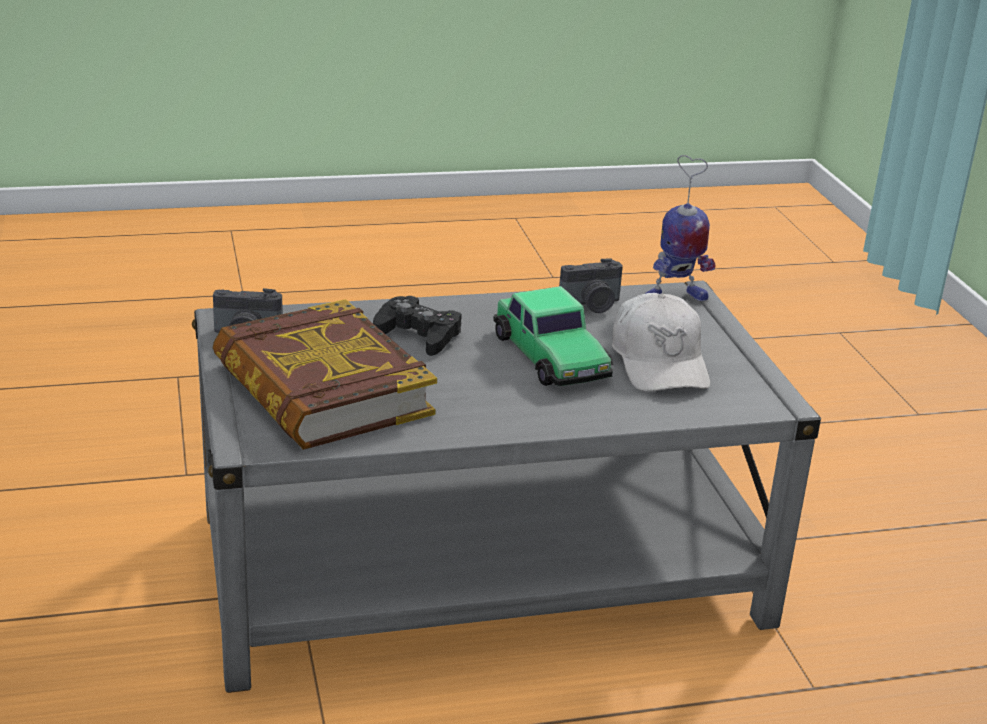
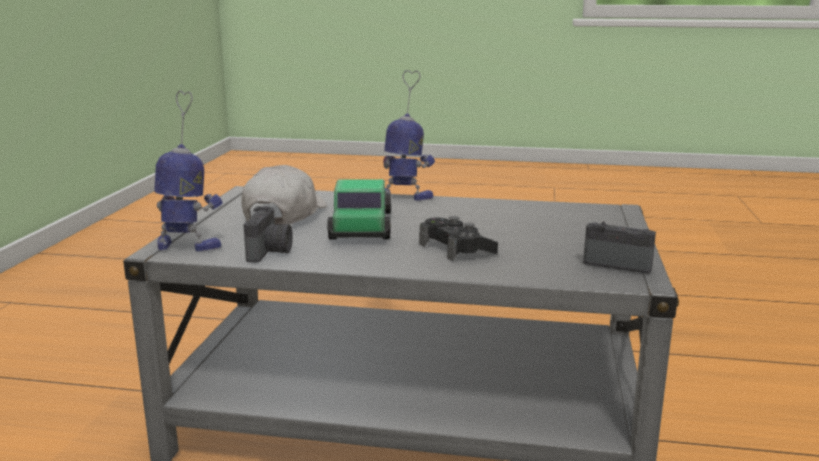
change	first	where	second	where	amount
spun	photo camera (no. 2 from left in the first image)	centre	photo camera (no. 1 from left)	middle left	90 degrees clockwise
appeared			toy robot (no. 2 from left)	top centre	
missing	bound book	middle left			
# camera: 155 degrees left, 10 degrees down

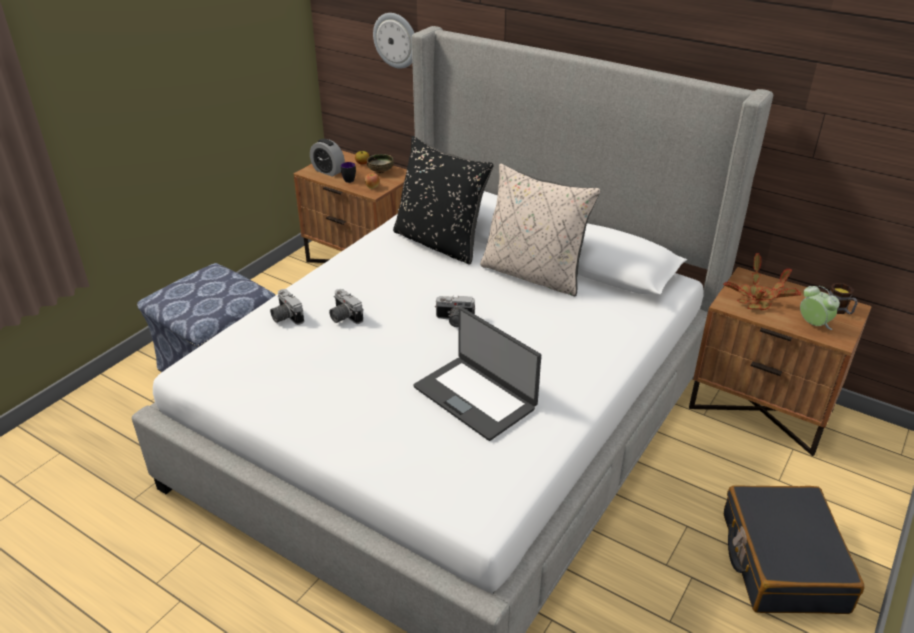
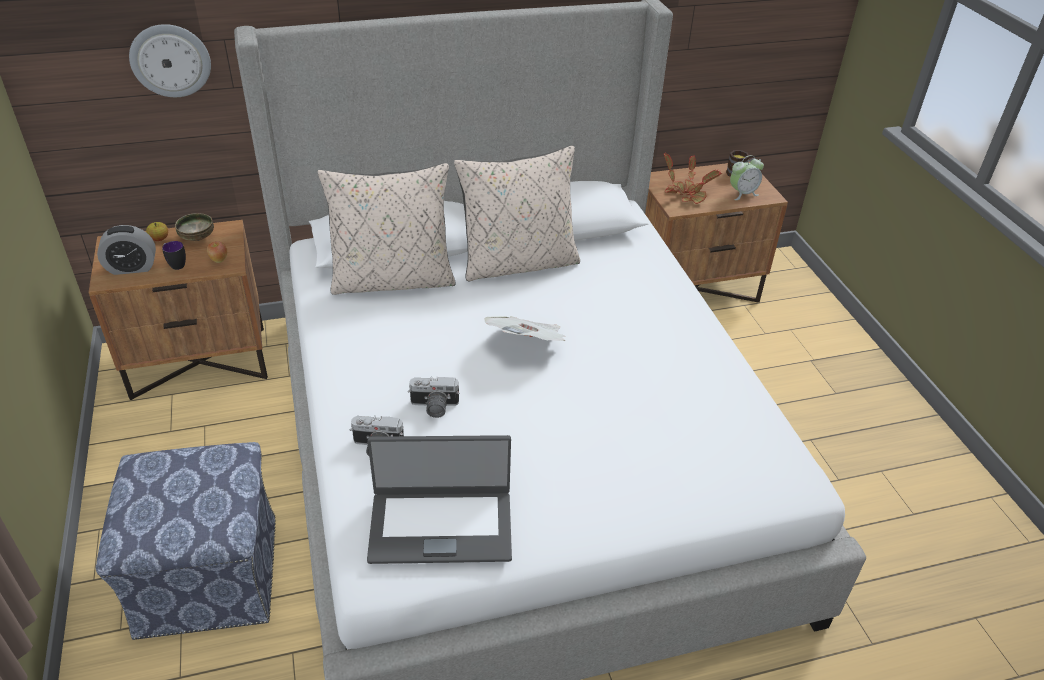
change	first	where	second	where	amount
colour	black cushion	top centre	beige-coloured cushion (no. 1 from left)	centre	
relocated	portable computer	centre		bottom centre	
exchanged	photo camera (no. 3 from left)	centre	newspaper	centre	
spun	alarm clock (no. 2 from left)	middle right		top right	150 degrees clockwise
missing	black travel case	bottom right			
# camera: 50 degrees left, 5 degrees up

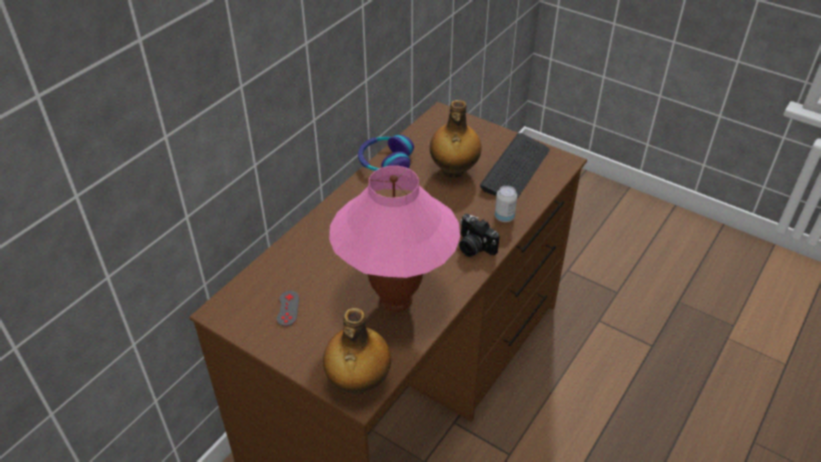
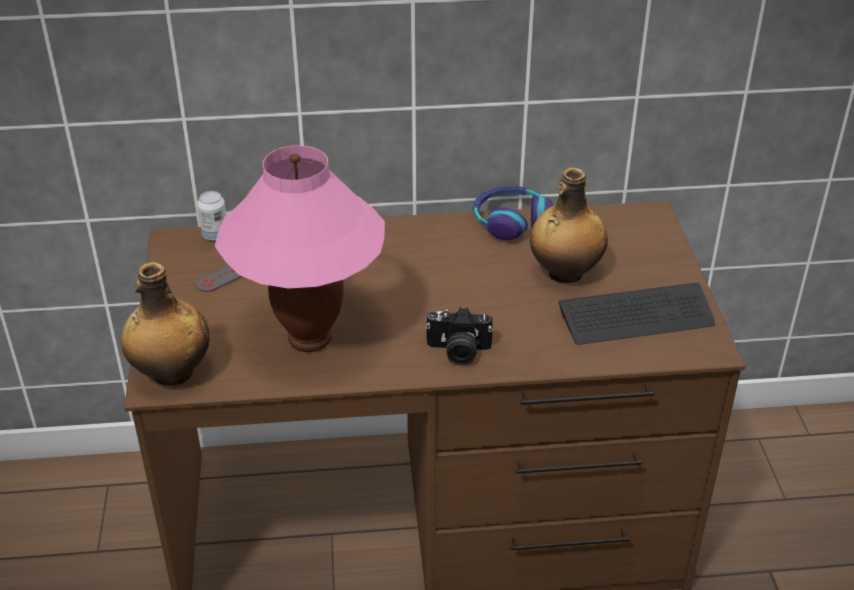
change	first	where	second	where	amount
relocated	metal can	centre		middle left	
spun	photo camera	centre		centre	90 degrees counterclockwise
# camera: 50 degrees right, 5 degrees down

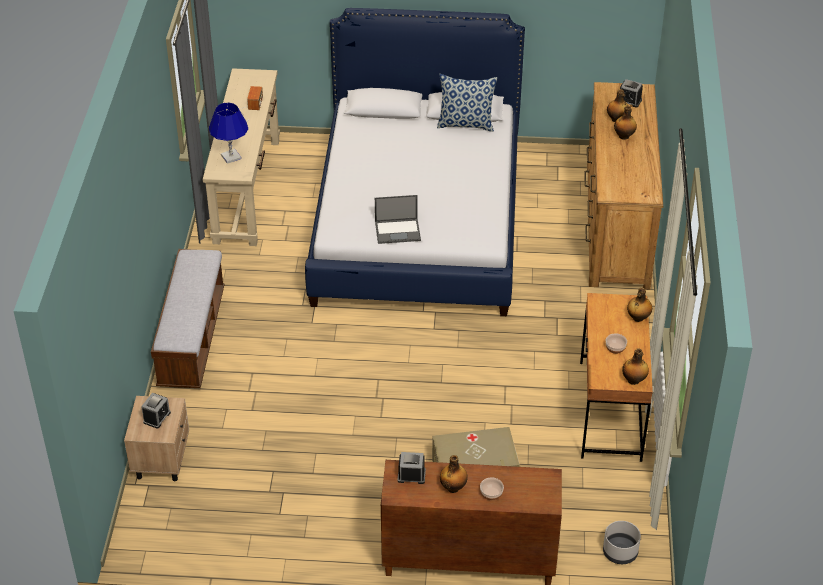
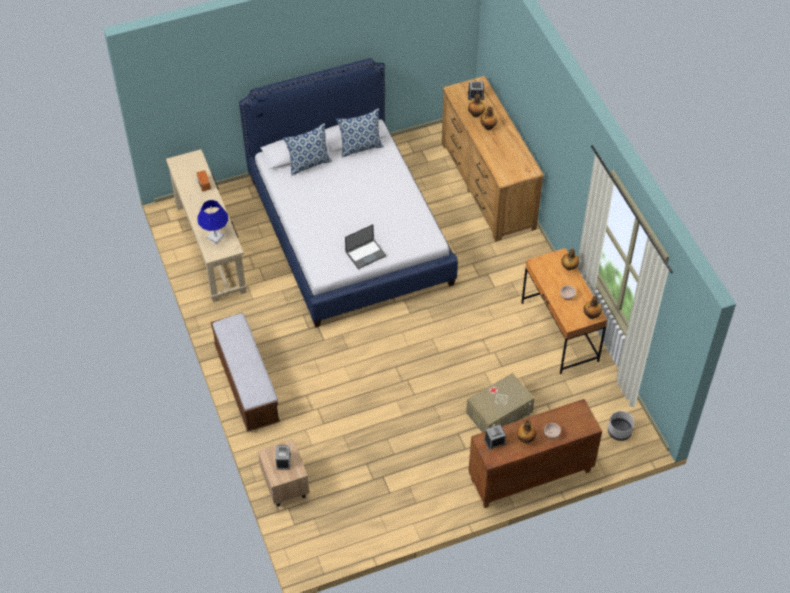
change	first	where	second	where	amount
appeared			cushion (no. 1 from left)	top centre	
# camera: 25 degrees left, 10 degrees up

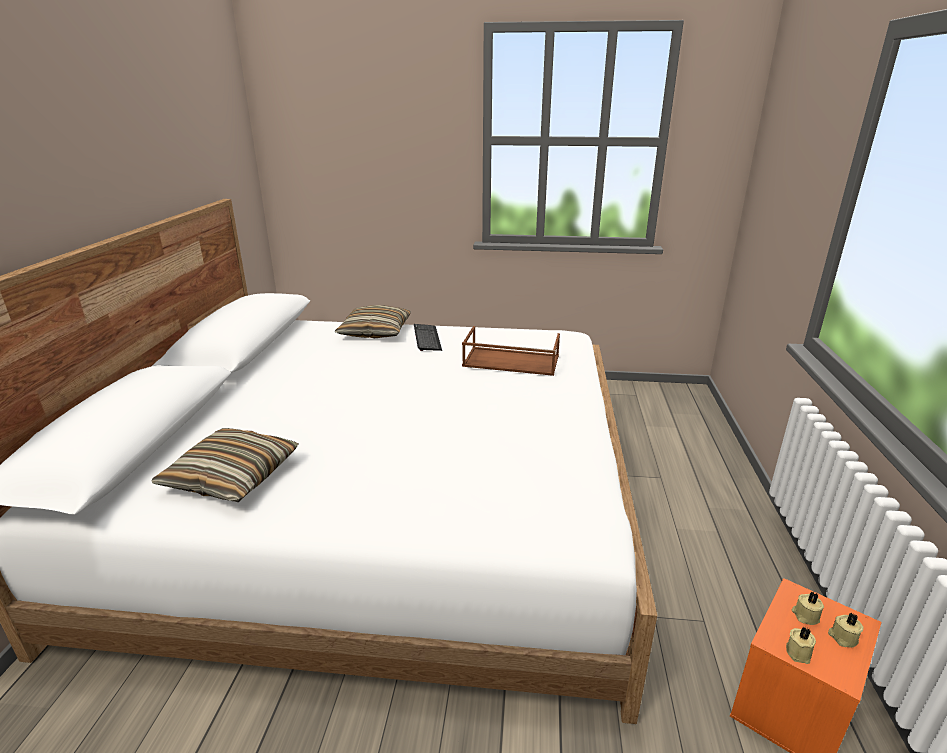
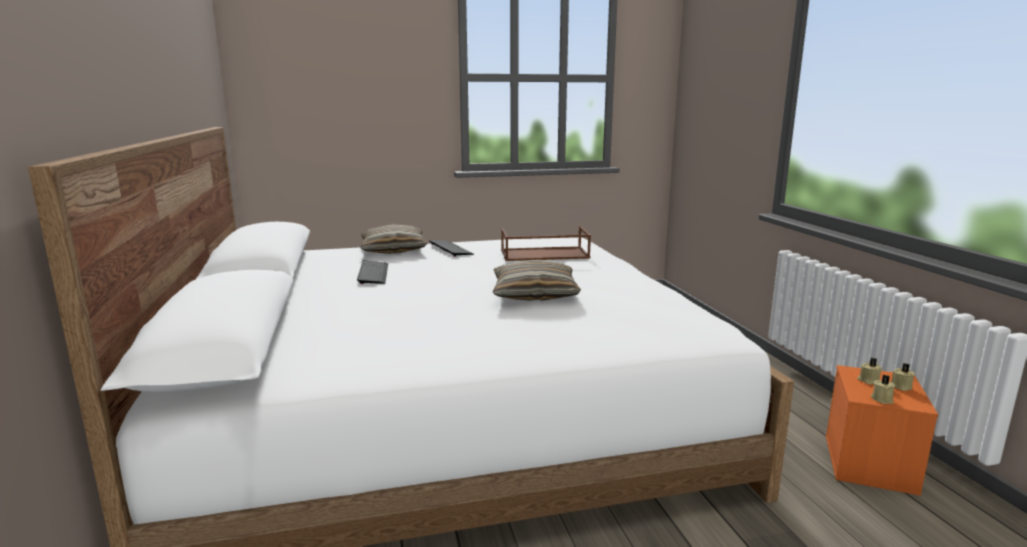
change	first	where	second	where	amount
appeared			PC keyboard (no. 1 from left)	centre	
relocated	cushion (no. 1 from left in the first image)	middle left	cushion (no. 2 from left)	centre	
# camera: 20 degrees left, 10 degrees down

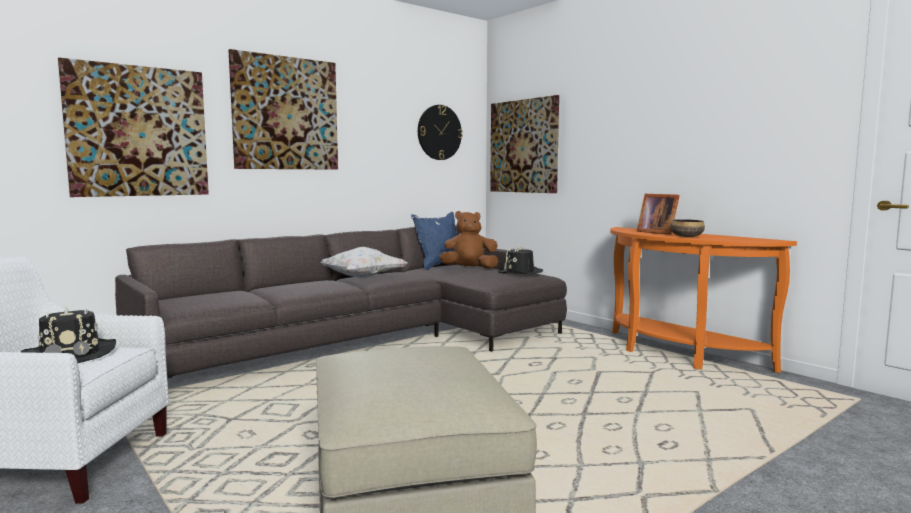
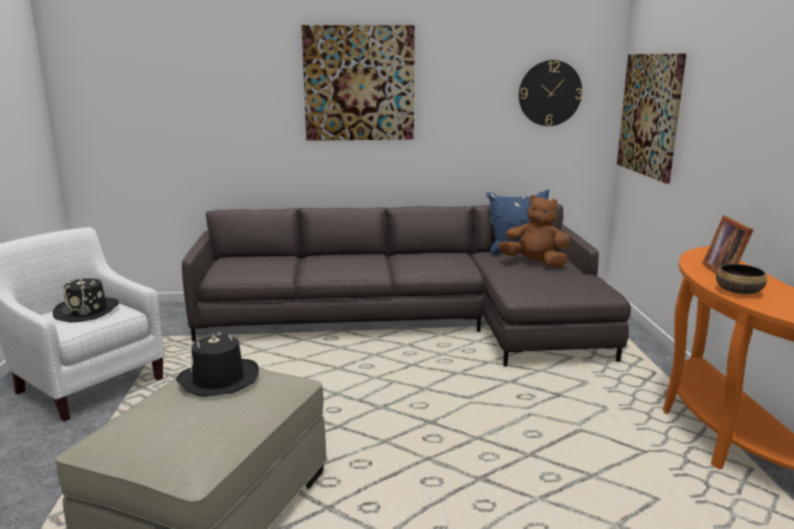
change	first	where	second	where	amount
relocated	black wearable hat (no. 2 from left)	centre		bottom left	
missing	wall art (no. 1 from left)	top left			
missing	white-coloured cushion	centre			
# camera: 35 degrees right, 10 degrees up

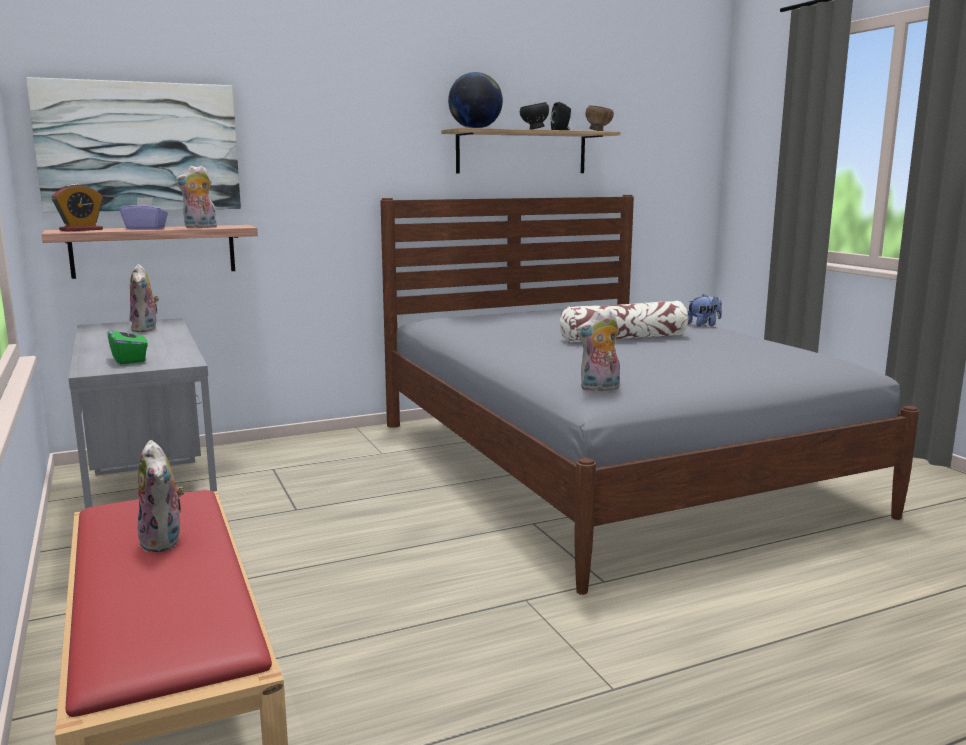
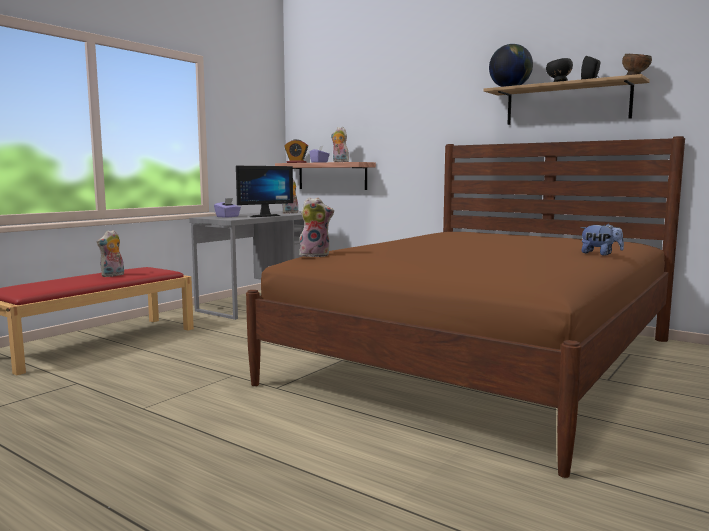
change	first	where	second	where	amount
colour	greenish tissue box	middle left	purple tissue box (no. 1 from left)	middle left	
appeared			monitor	centre	
colour	greyish bedroom bed	middle right	brown bedroom bed	centre	
spun	cuddly toy (no. 4 from left in the first image)	centre	cuddly toy (no. 3 from left)	centre	135 degrees clockwise
missing	wall art	top left			
missing	cushion	centre			
# camera: 60 degrees right, 5 degrees down

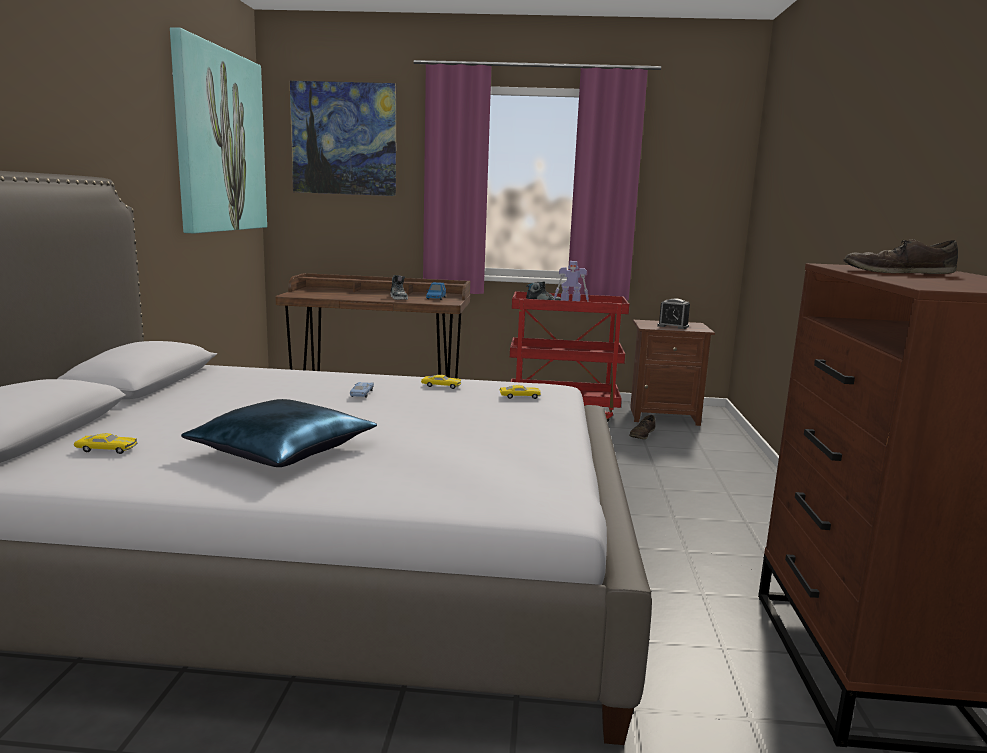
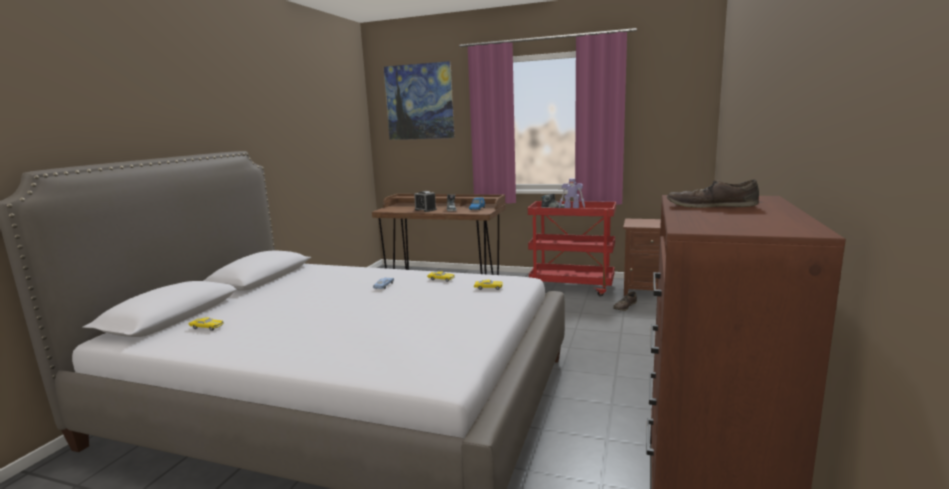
change	first	where	second	where	amount
relocated	alarm clock	middle right		centre	
missing	wall art (no. 1 from left)	top left			
missing	blue-coloured cushion	middle left			
# camera: 15 degrees right, 0 degrees up

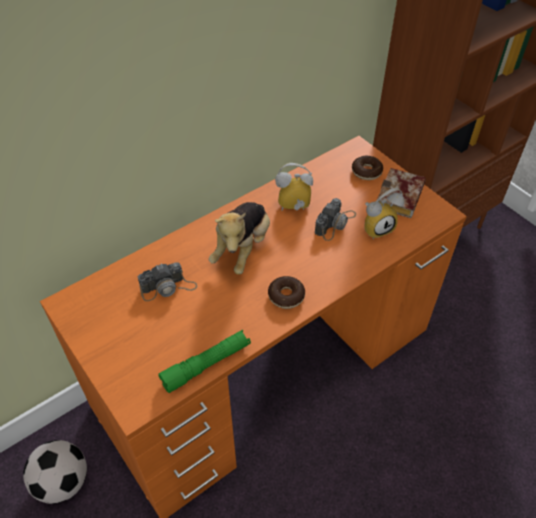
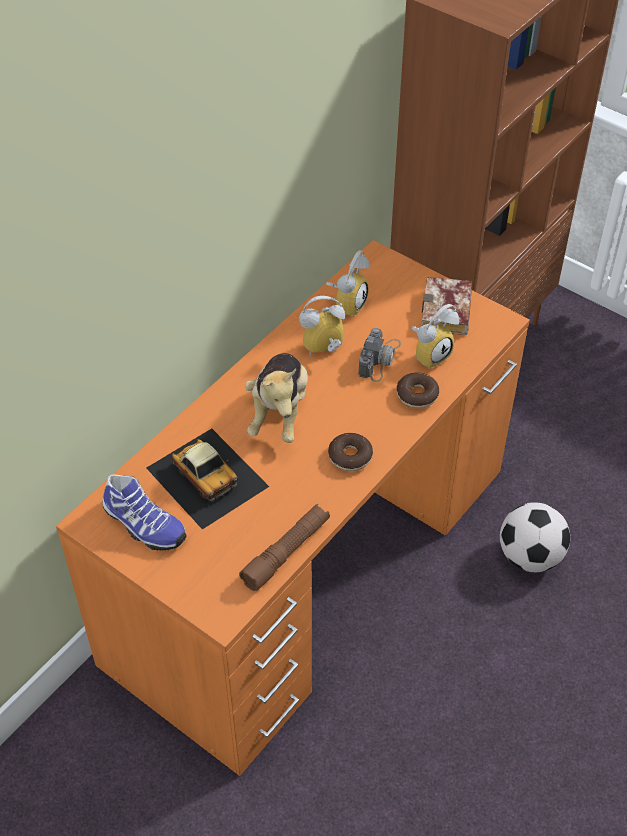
change	first	where	second	where	amount
appeared			item of footwear	middle left	
exchanged	photo camera (no. 1 from left)	middle left	miniature car	middle left	
colour	greenish hand torch	bottom centre	brown hand torch	centre	
appeared			alarm clock (no. 2 from left)	centre	
relocated	ring doughnut (no. 2 from left)	top right		centre	
relocated	ball for football	bottom left		middle right	
# camera: 15 degrees left, 0 degrees up

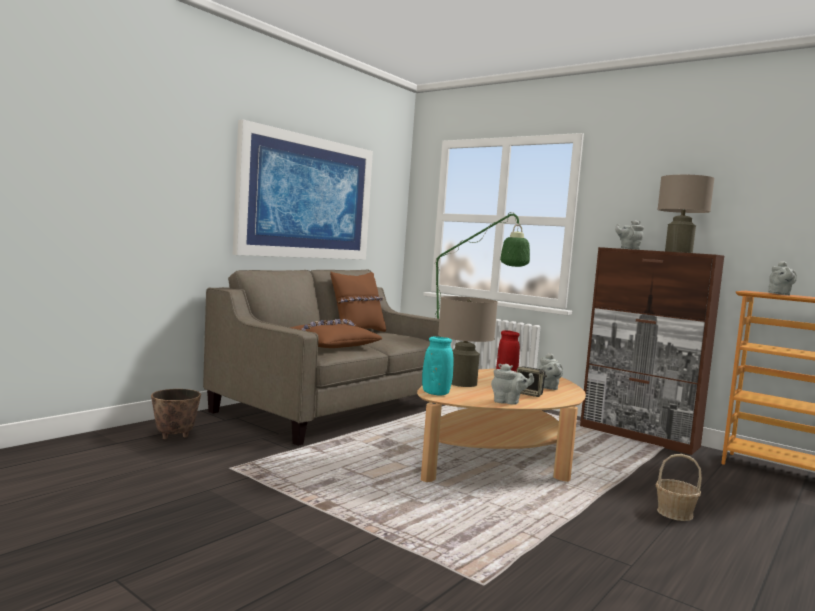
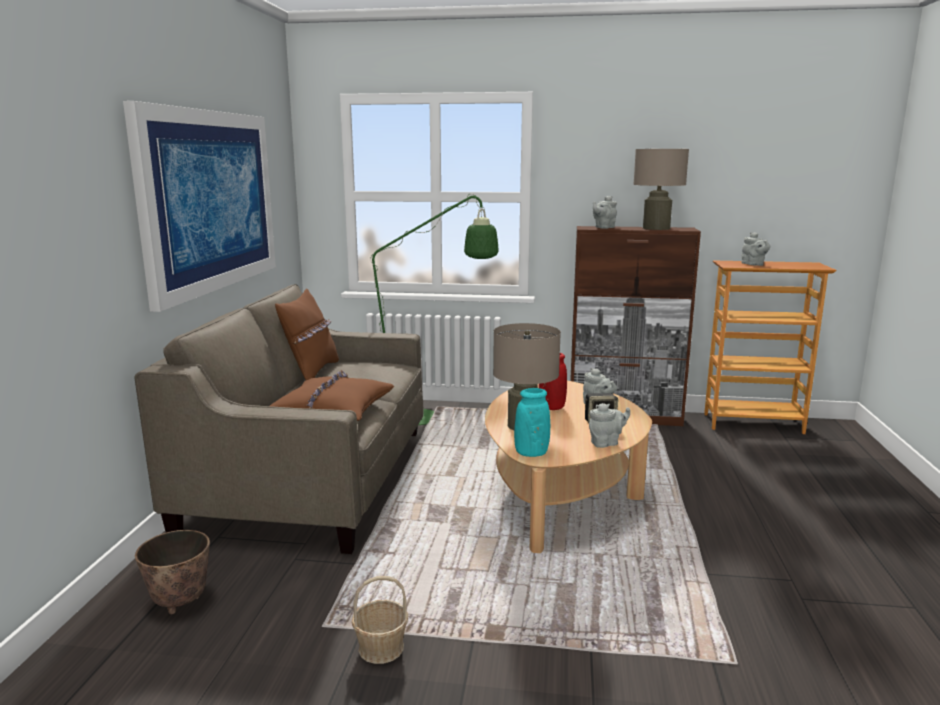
change	first	where	second	where	amount
relocated	storage basket	bottom right		bottom centre	
# camera: 30 degrees left, 10 degrees up

